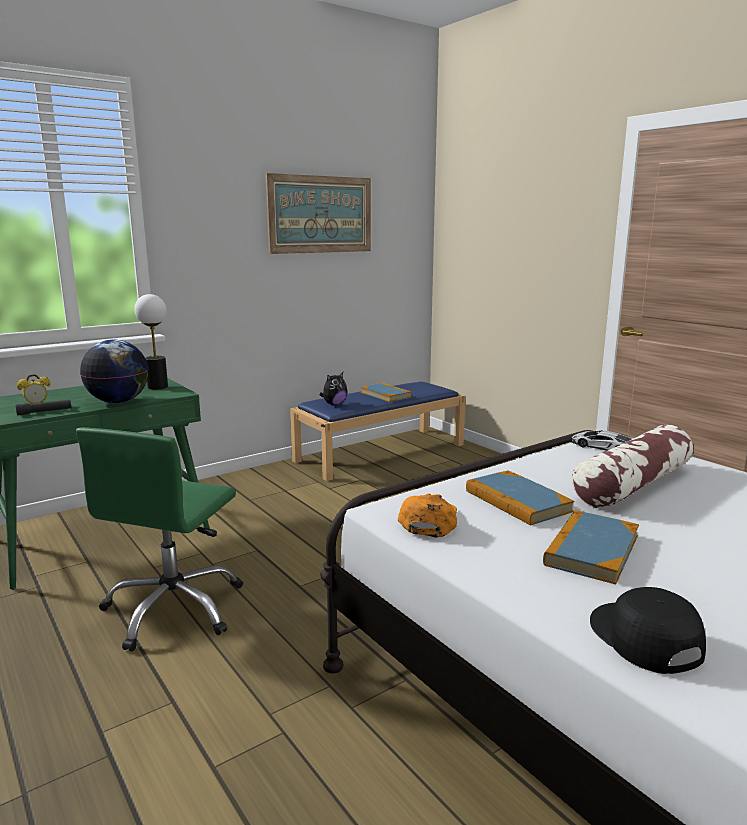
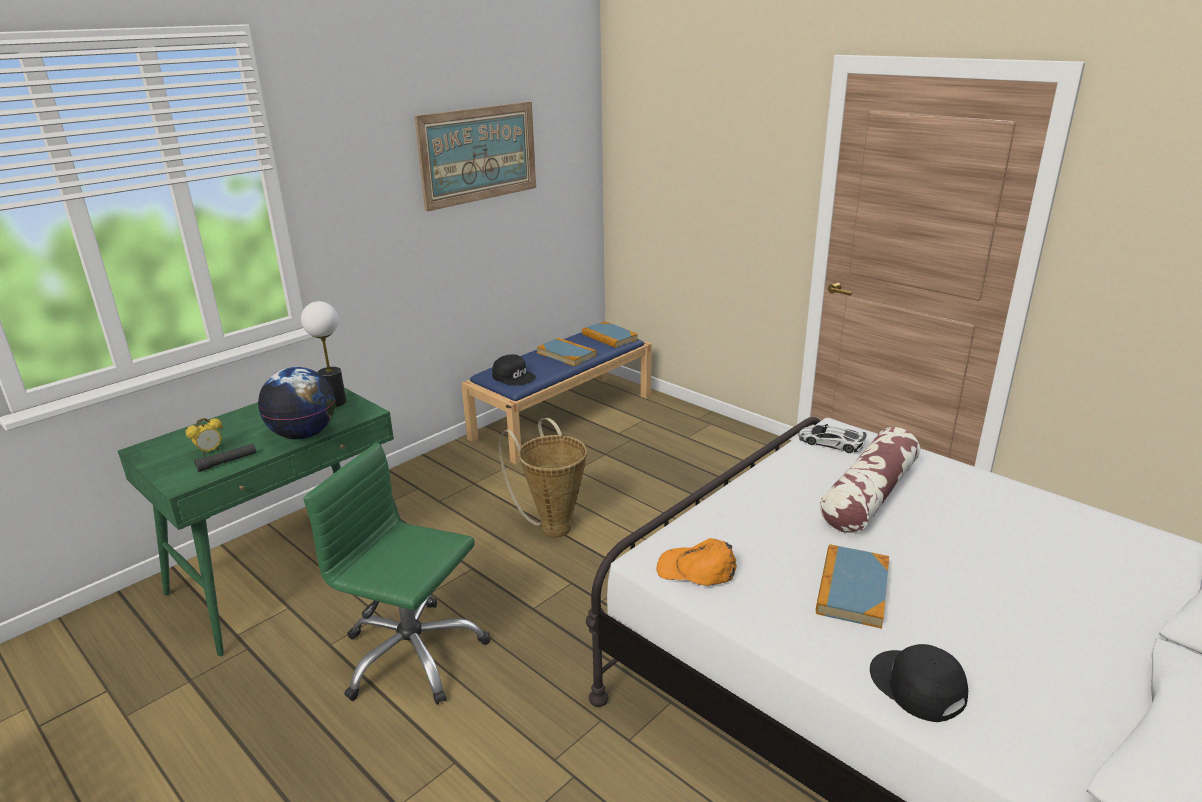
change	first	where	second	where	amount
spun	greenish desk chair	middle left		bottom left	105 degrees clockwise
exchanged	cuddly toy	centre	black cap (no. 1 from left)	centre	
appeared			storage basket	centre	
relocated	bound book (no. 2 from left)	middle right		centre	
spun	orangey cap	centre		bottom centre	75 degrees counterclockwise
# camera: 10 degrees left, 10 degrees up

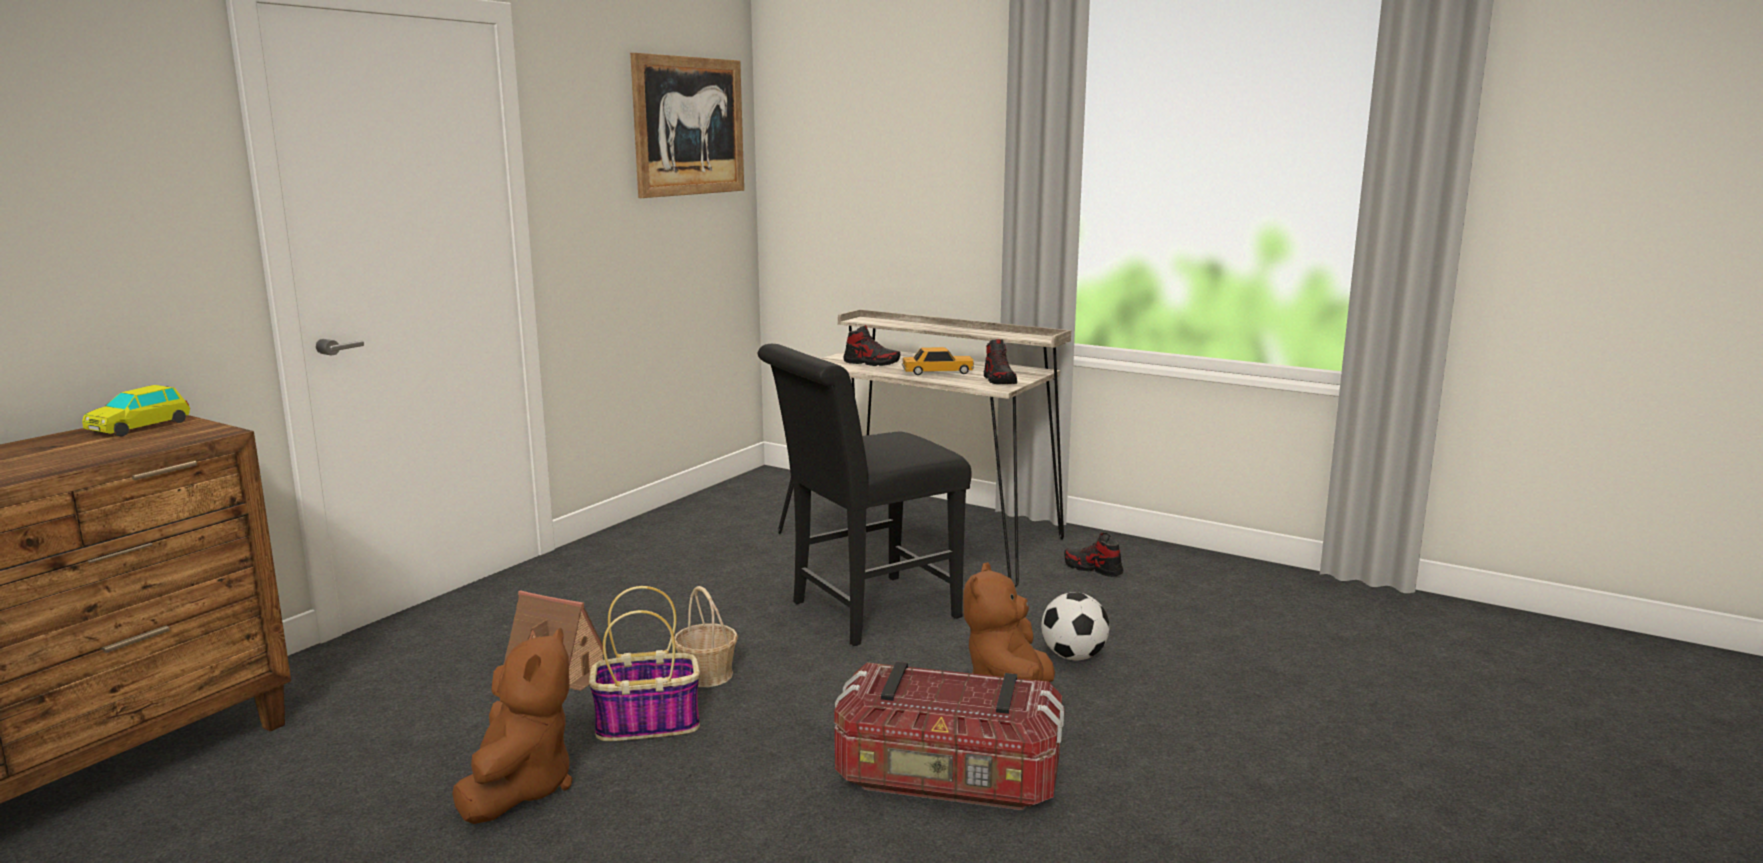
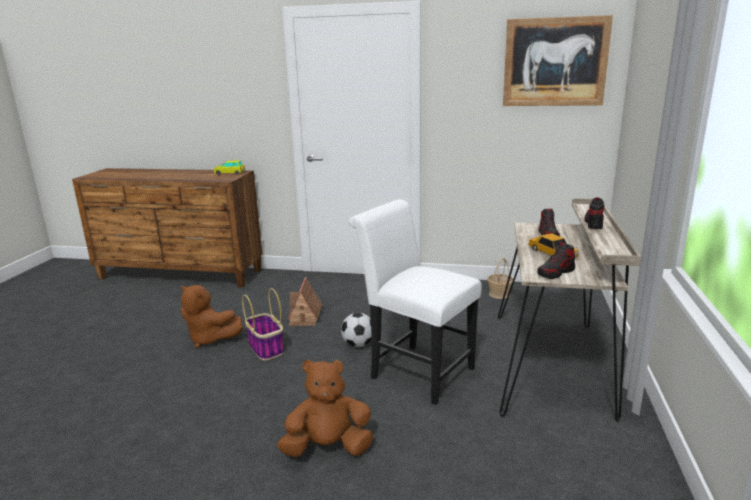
change	first	where	second	where	amount
spun	brown cuddly toy (no. 1 from left)	bottom left		middle left	45 degrees clockwise
relocated	ball for football	bottom centre		centre	
colour	black chair	centre	white-coloured chair	centre	
relocated	storage basket (no. 2 from left)	bottom centre		centre	
relocated	item of footwear (no. 3 from left)	centre		middle right	
missing	storage bin	bottom centre			
# camera: 70 degrees right, 5 degrees up

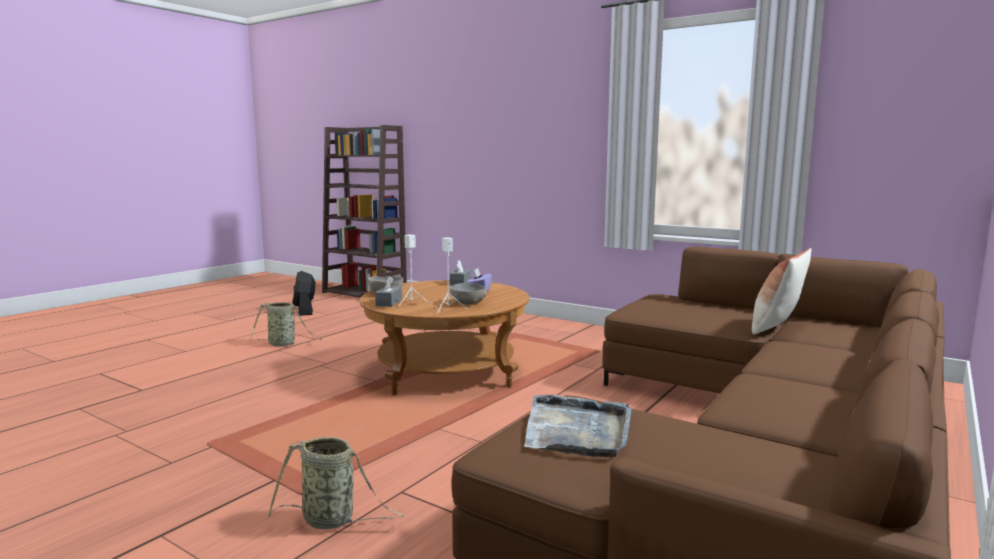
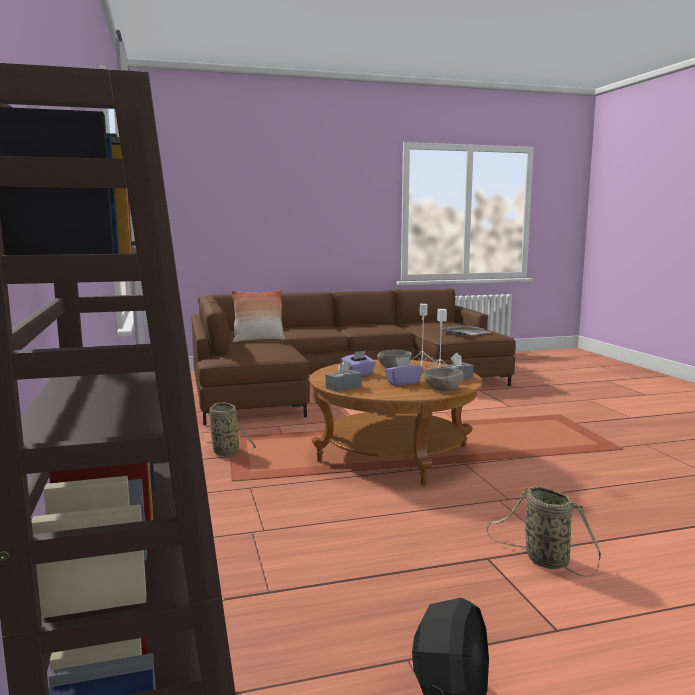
change	first	where	second	where	amount
relocated	storage basket (no. 2 from left in the first image)	bottom centre	storage basket (no. 1 from left)	middle left	
appeared			purple tissue box (no. 2 from left)	centre	
# camera: 140 degrees left, 0 degrees up

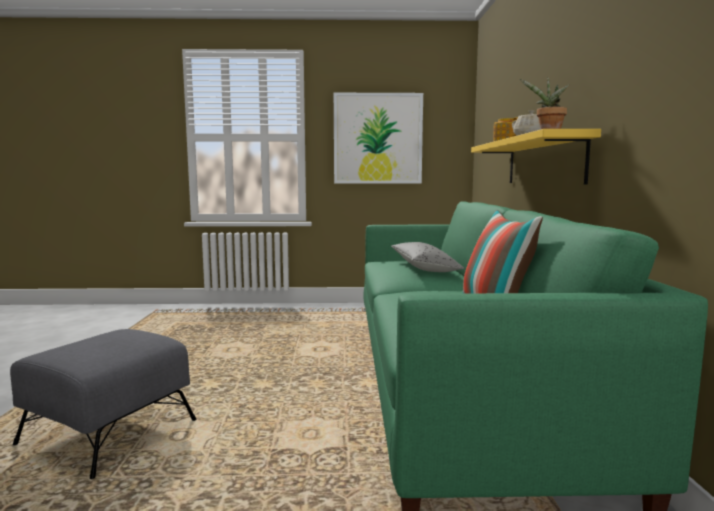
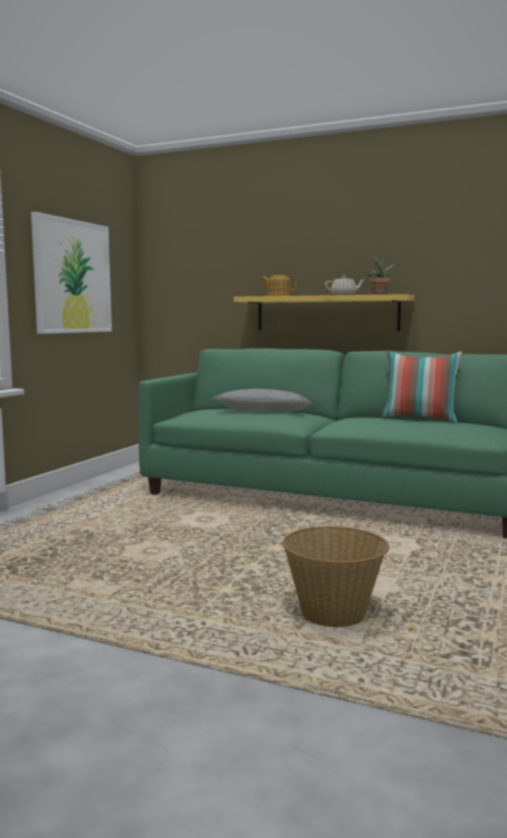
change	first	where	second	where	amount
exchanged	greyish ottoman	bottom left	storage basket	bottom centre	
# camera: 65 degrees left, 0 degrees up

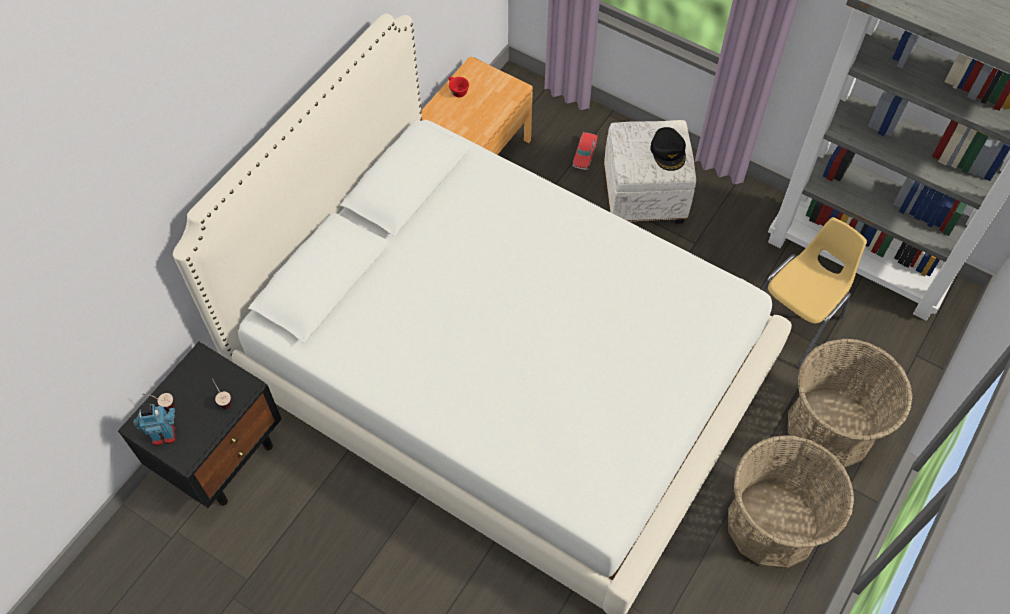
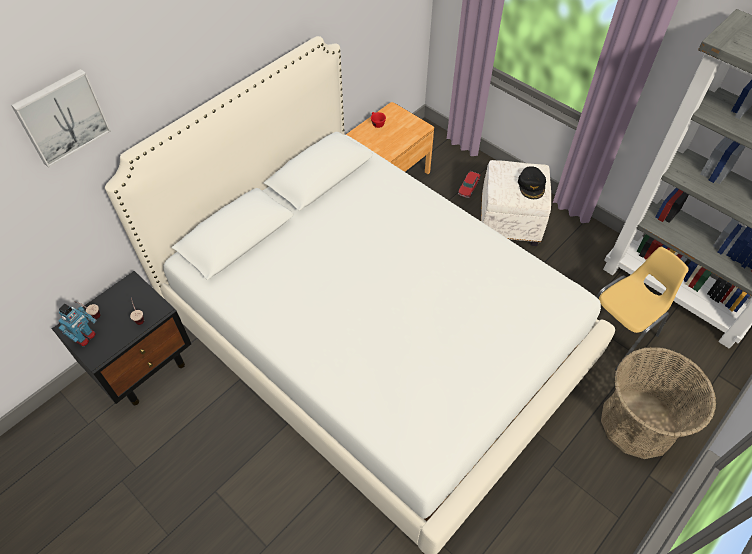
change	first	where	second	where	amount
appeared			wall art	top left	
spun	toy robot	bottom left		middle left	120 degrees clockwise
missing	storage basket (no. 1 from left)	bottom right			
# camera: 10 degrees right, 5 degrees down

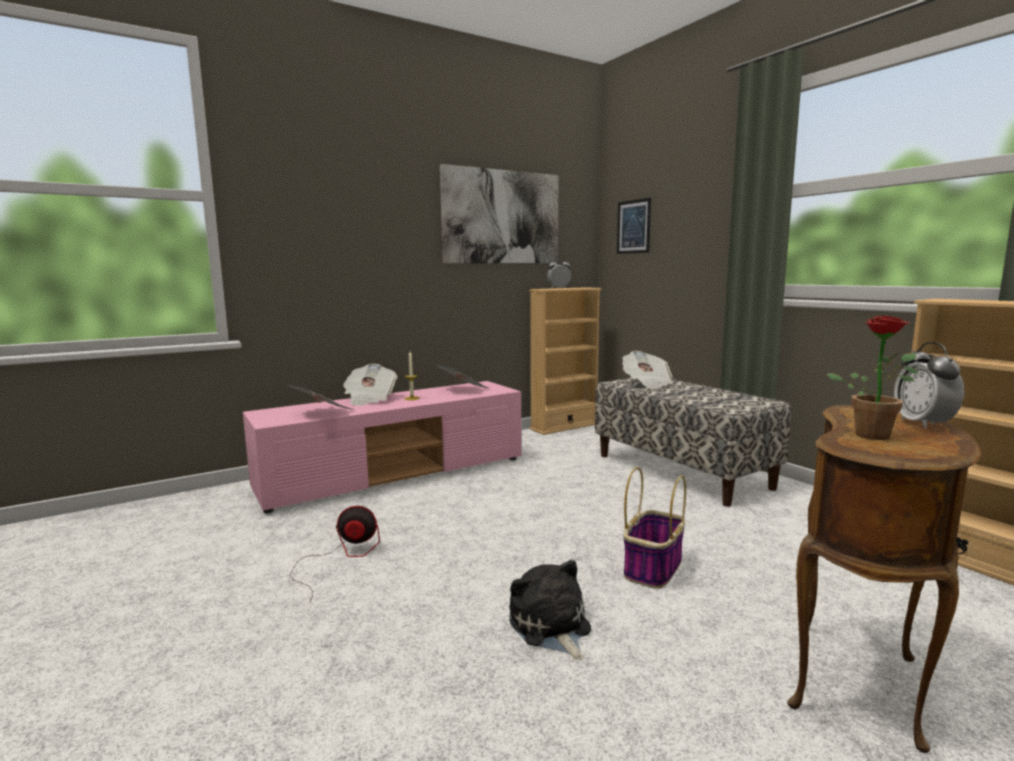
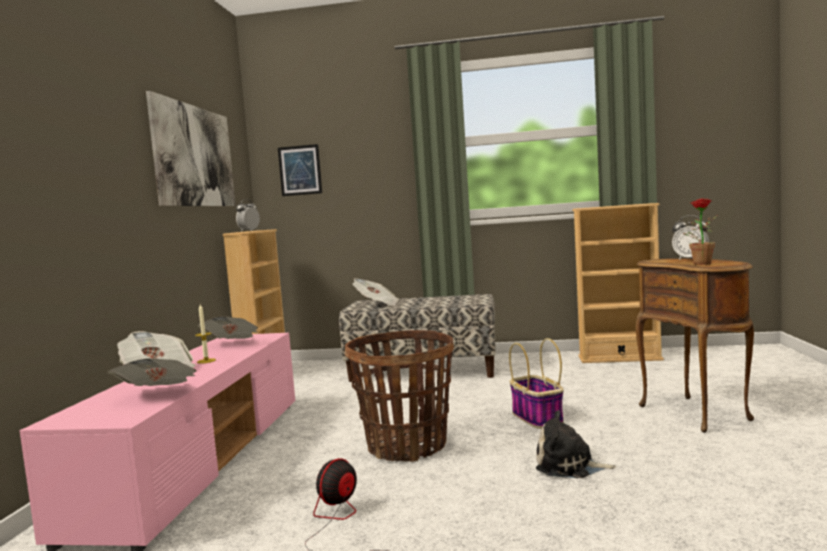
change	first	where	second	where	amount
appeared			storage basket (no. 1 from left)	bottom centre	
# camera: 50 degrees left, 5 degrees down

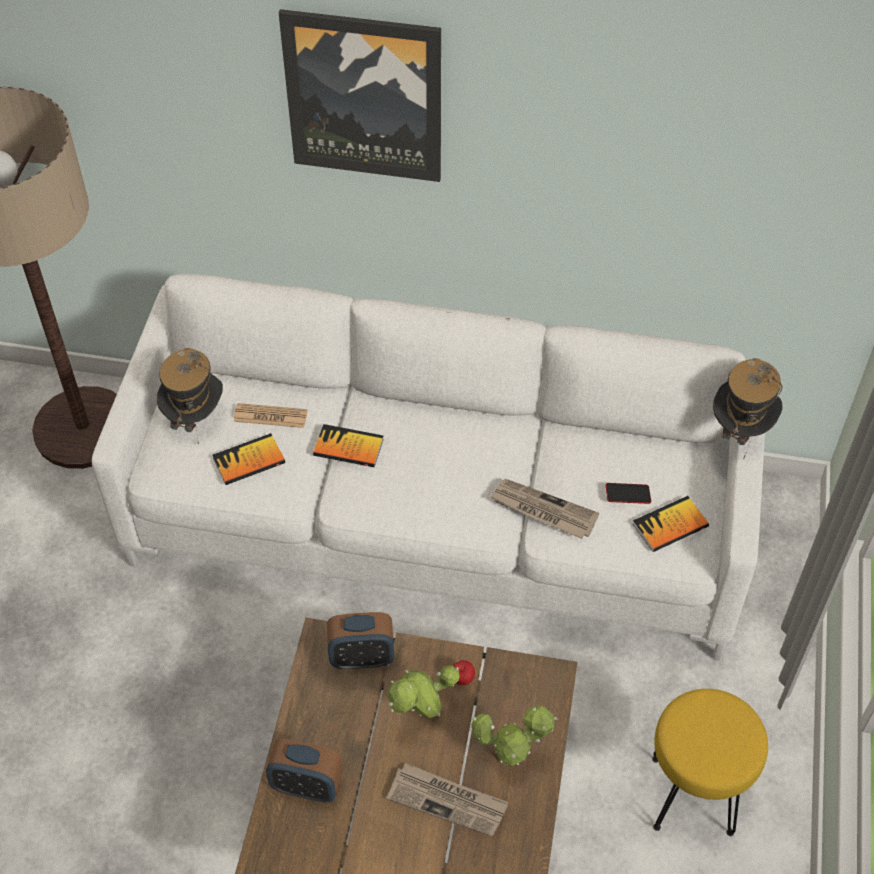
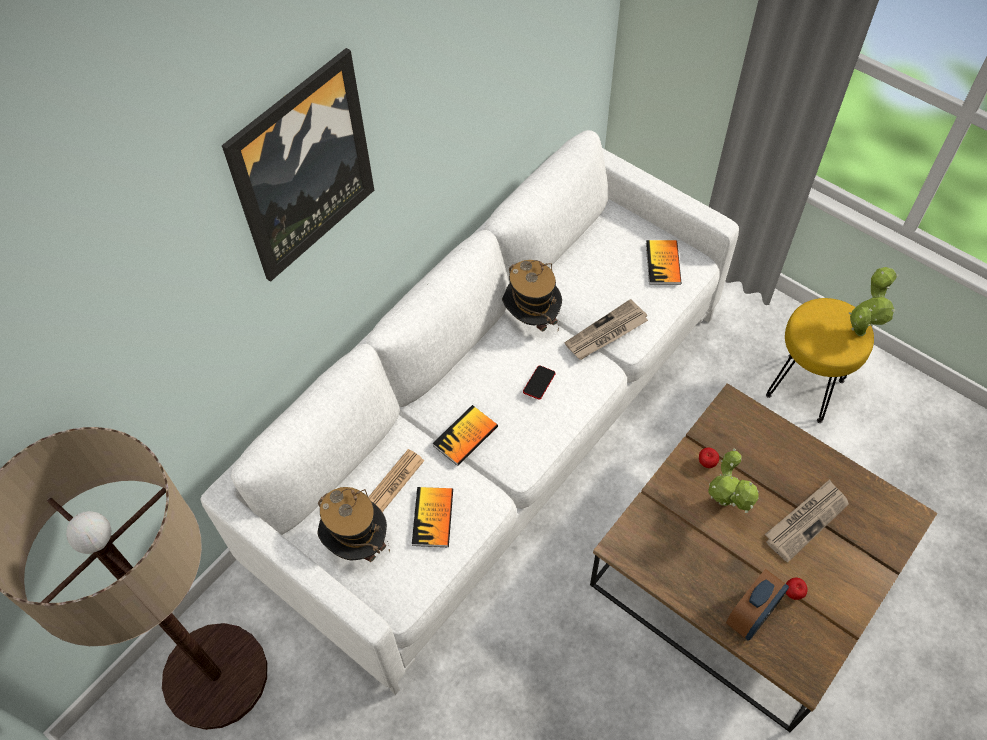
change	first	where	second	where	amount
relocated	wearable hat (no. 2 from left)	middle right		centre	
relocated	telephone	middle right		centre	
appeared			whole apple (no. 2 from left)	bottom right	
relocated	houseplant (no. 2 from left)	bottom centre		middle right	
missing	alarm clock (no. 2 from left)	bottom centre			
# camera: 60 degrees left, 5 degrees up

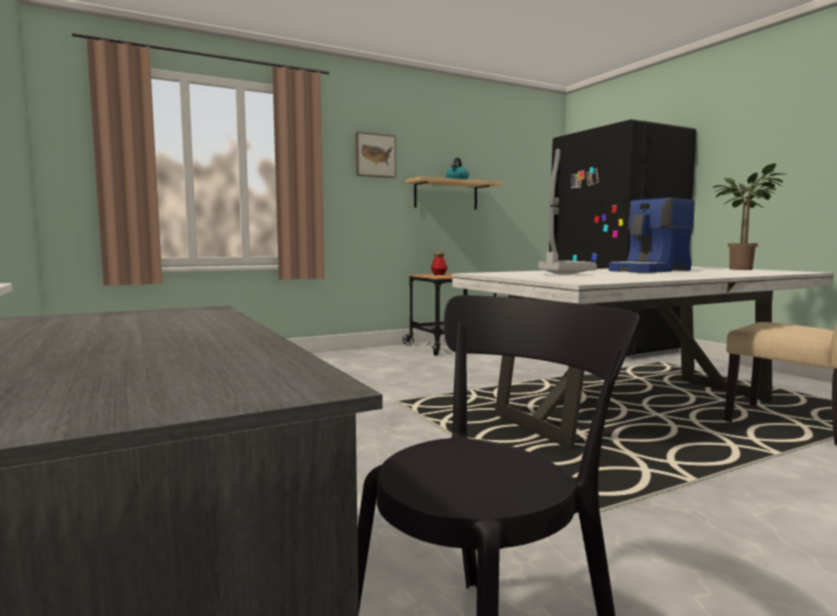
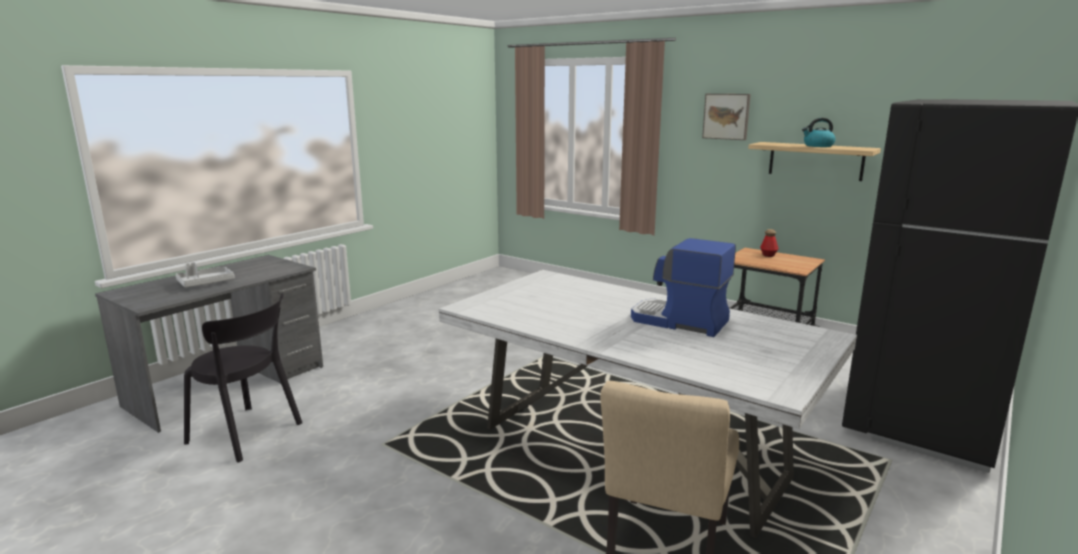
change	first	where	second	where	amount
relocated	greyish carrying tray	middle right		middle left	
missing	houseplant	middle right			
# camera: 65 degrees right, 10 degrees up

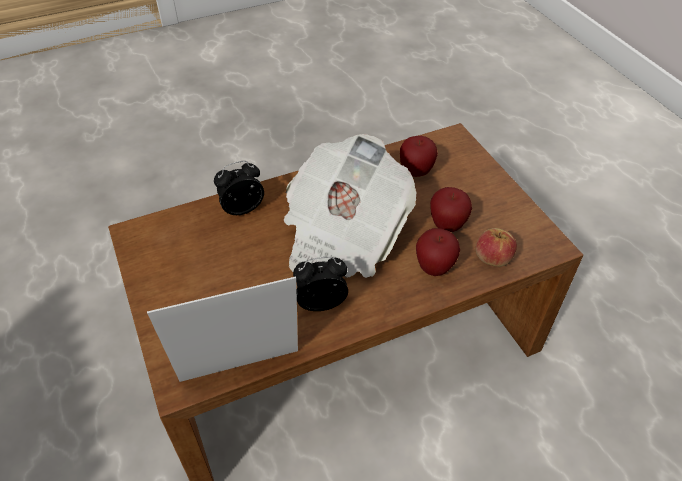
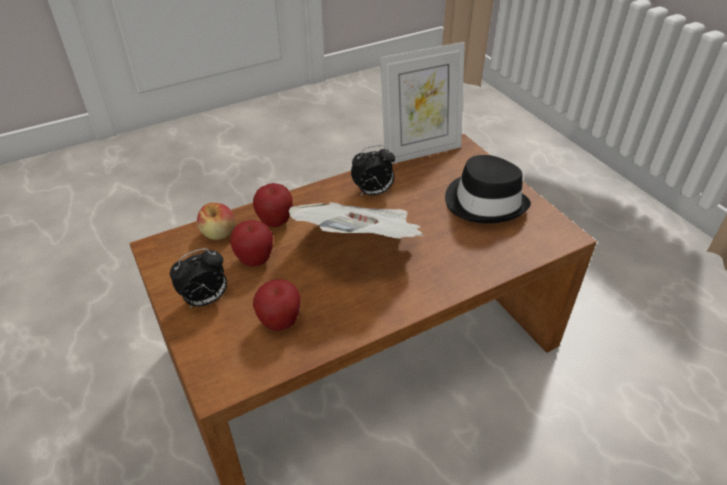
change	first	where	second	where	amount
relocated	alarm clock (no. 1 from left)	centre		middle left	
appeared			black wearable hat	middle right	
# camera: 175 degrees right, 5 degrees down

